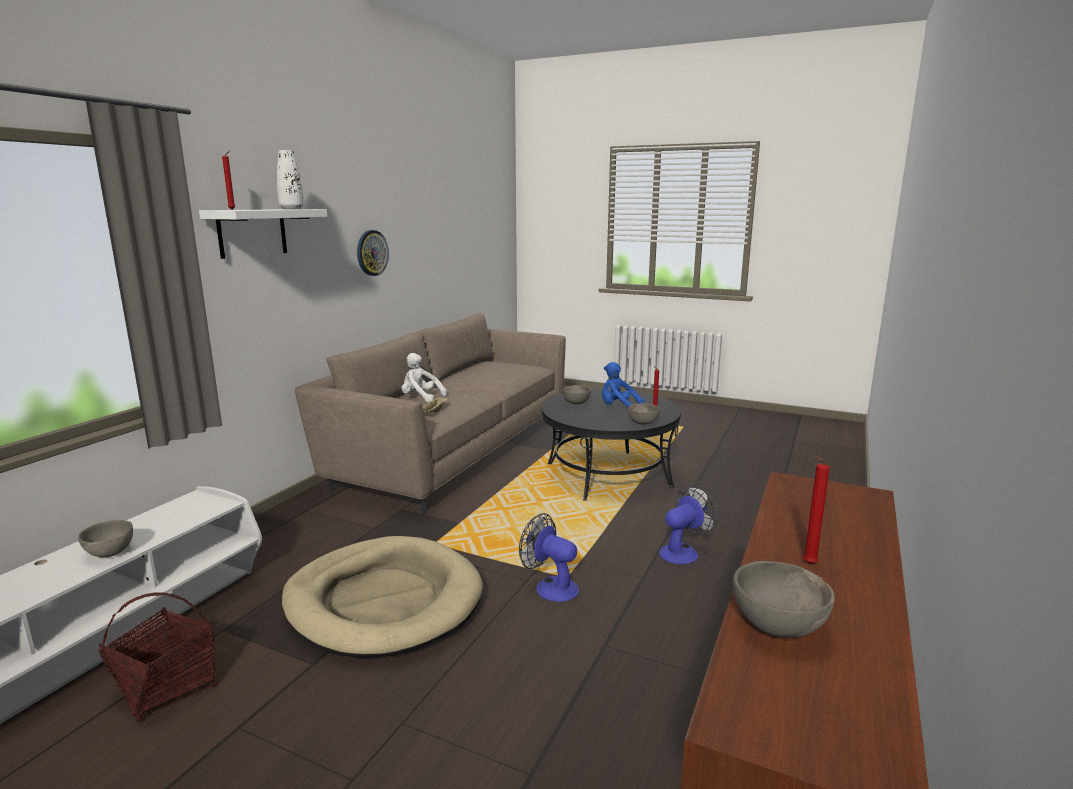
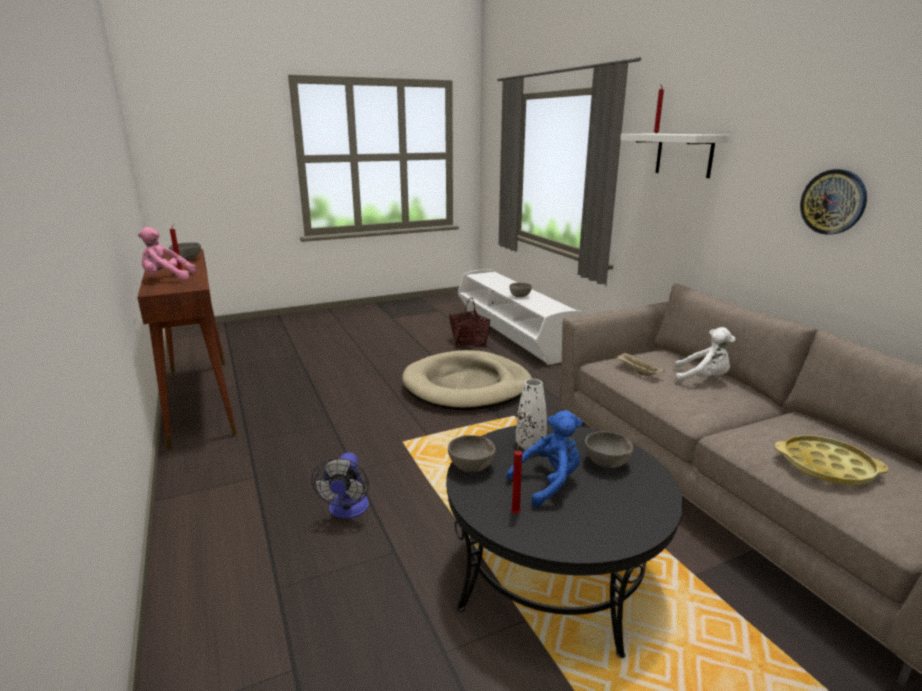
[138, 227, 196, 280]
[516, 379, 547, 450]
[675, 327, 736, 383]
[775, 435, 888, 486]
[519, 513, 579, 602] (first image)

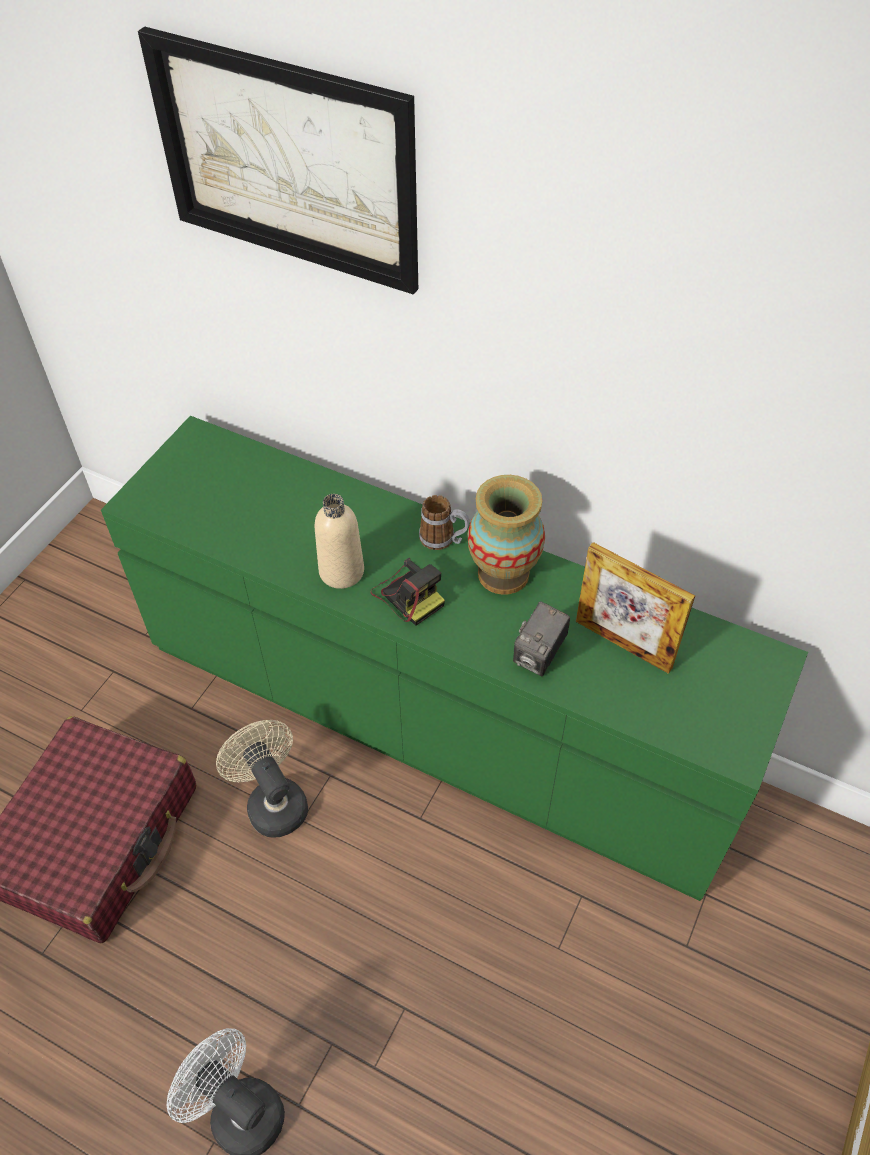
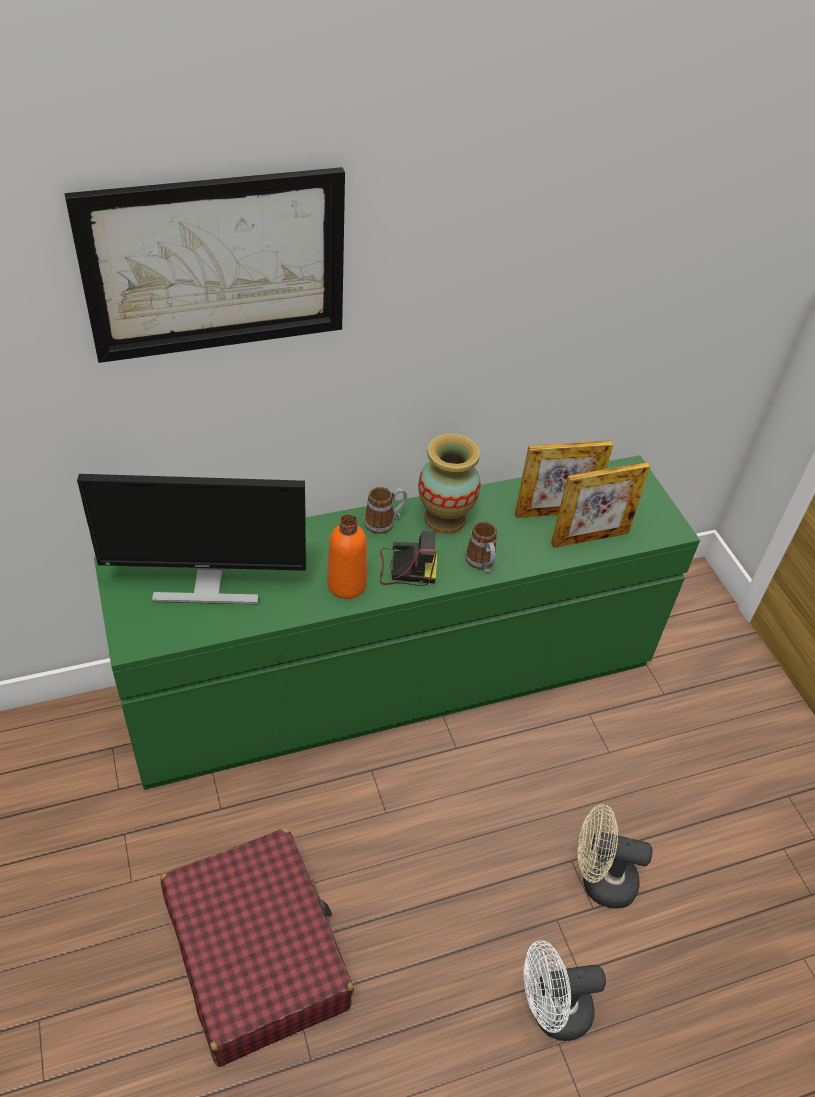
[77, 474, 306, 604]
[327, 514, 367, 599]
[465, 522, 497, 573]
[551, 462, 651, 548]
[578, 804, 653, 909]
[513, 601, 570, 676] (first image)

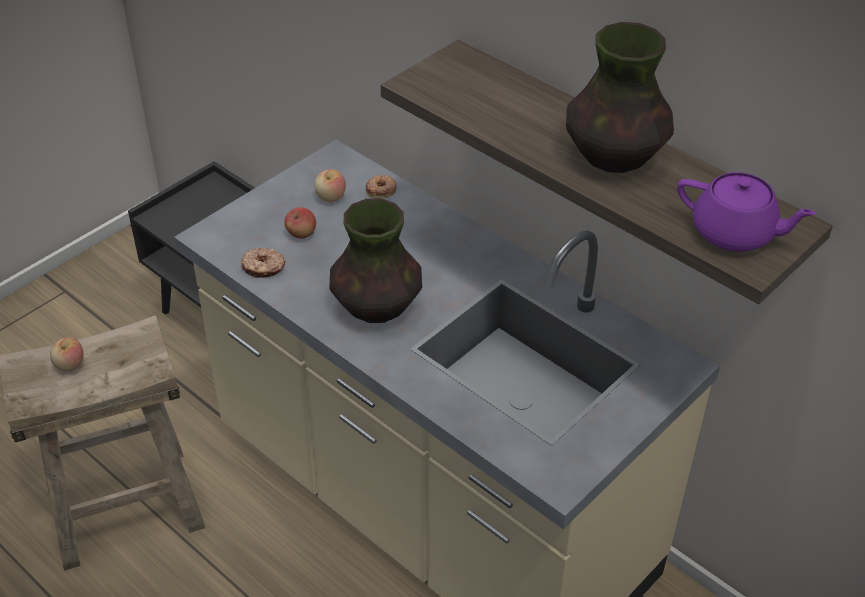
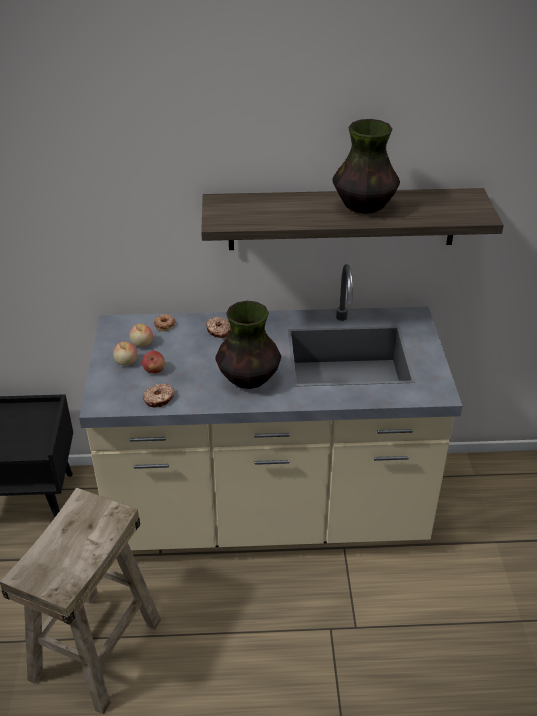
[113, 342, 138, 366]
[206, 317, 231, 338]
[677, 172, 817, 252] (first image)

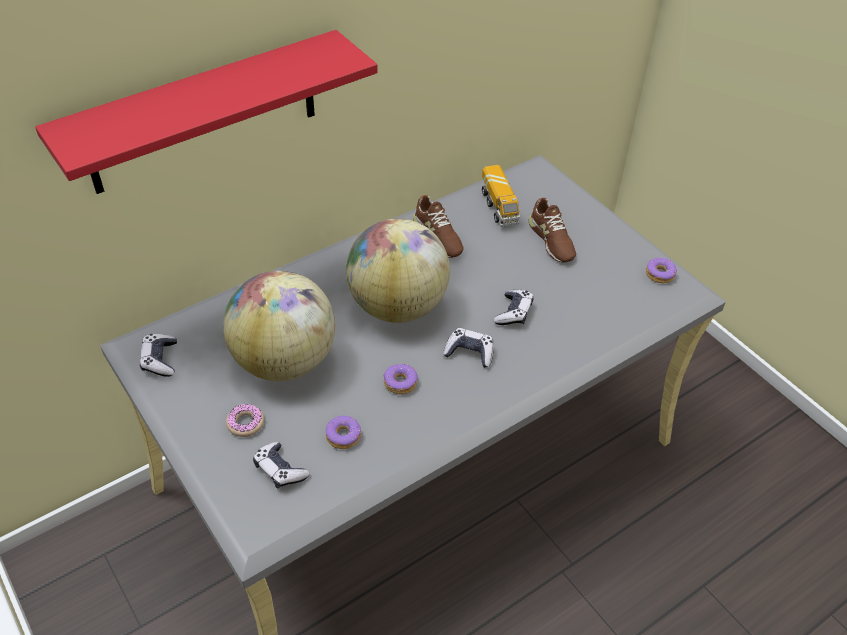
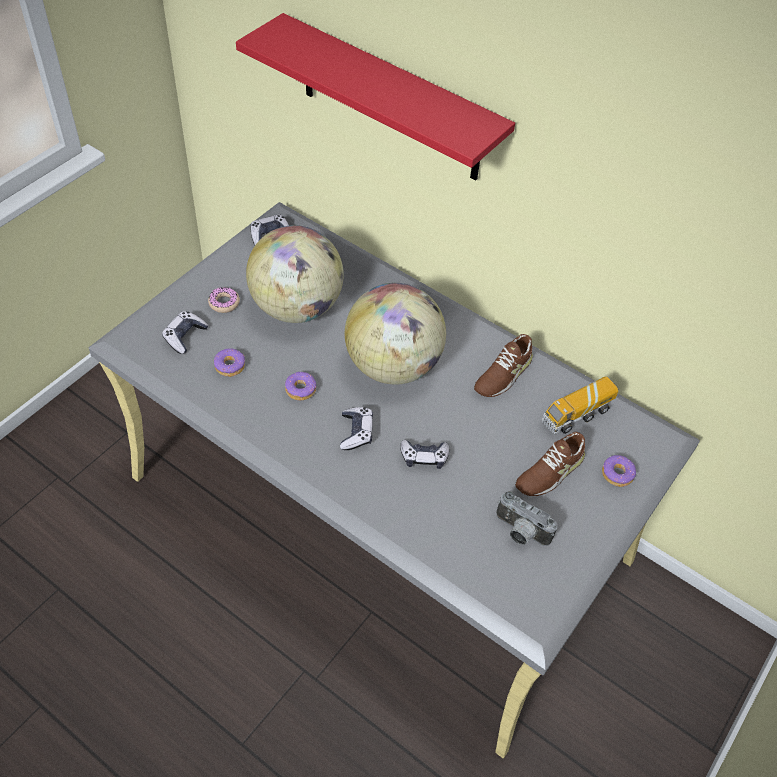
[496, 491, 557, 546]
[602, 455, 636, 487]

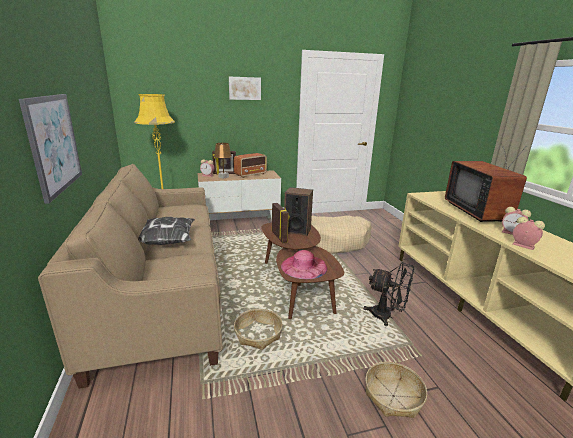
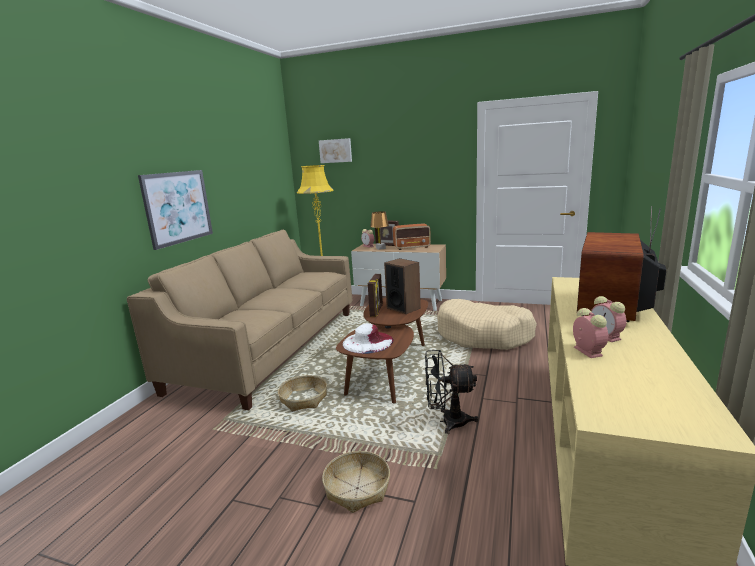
[319, 138, 352, 163]
[343, 323, 394, 354]
[425, 350, 478, 434]
[138, 217, 195, 245] (first image)

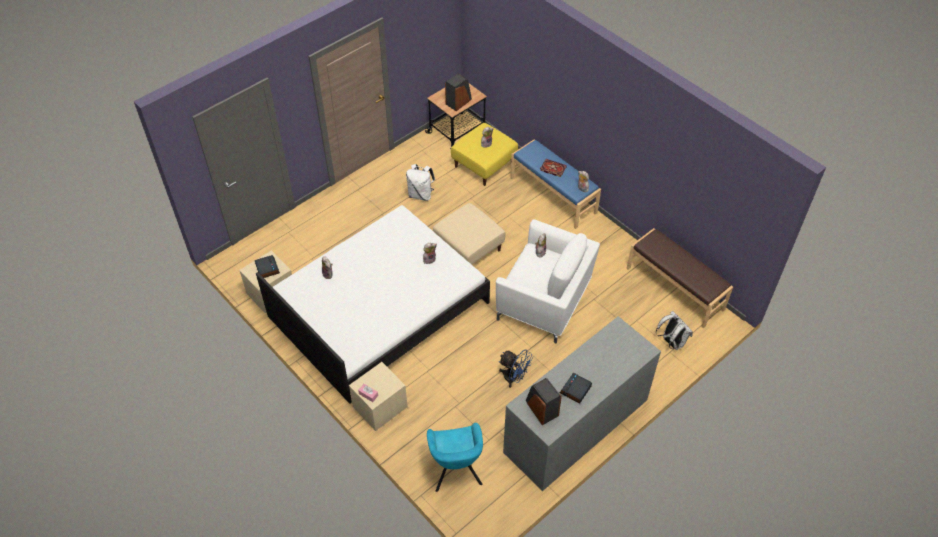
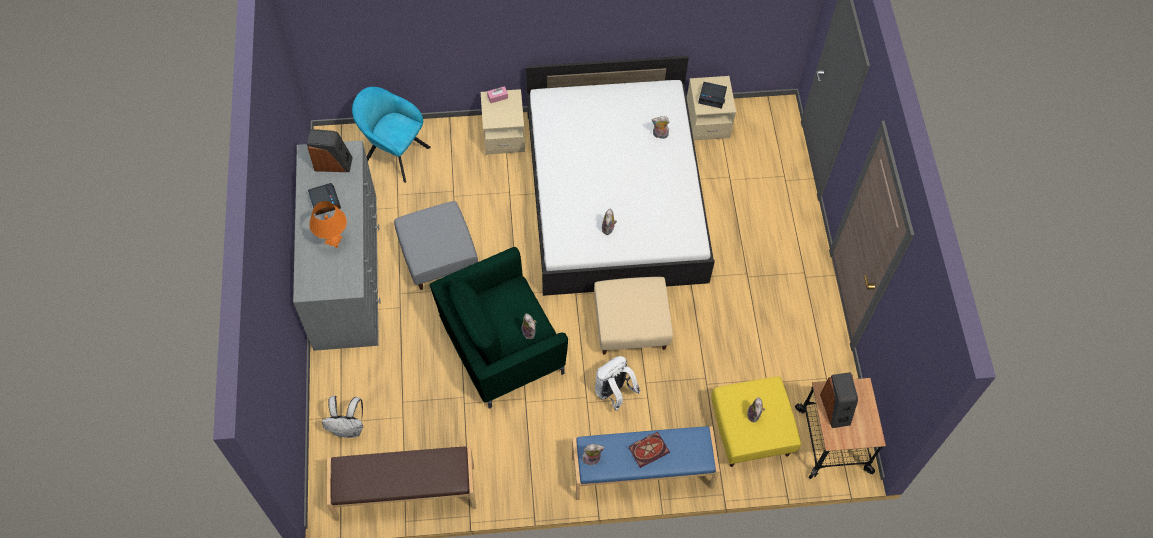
[309, 201, 347, 248]
[394, 201, 478, 290]
[430, 247, 568, 409]
[595, 356, 640, 411]

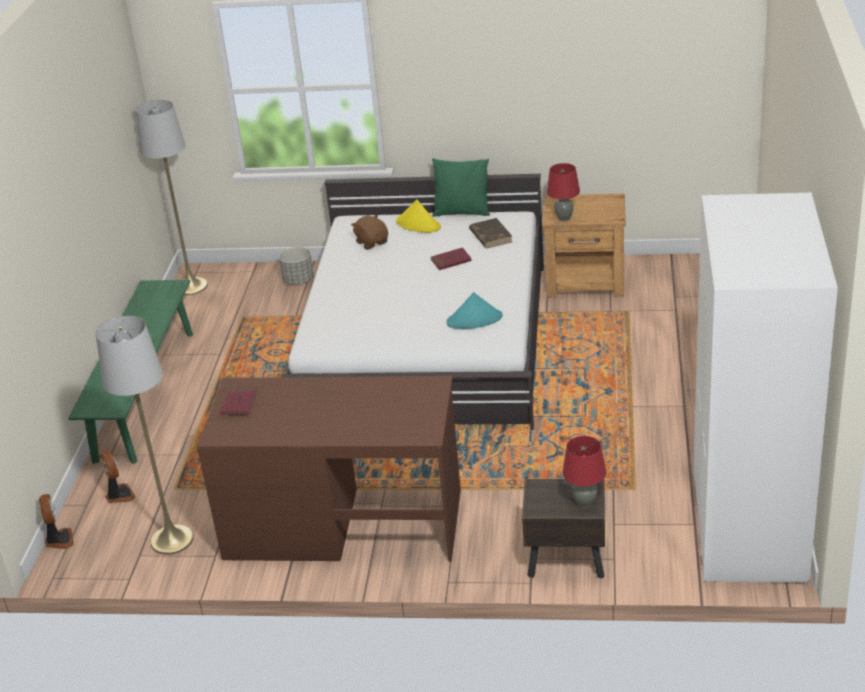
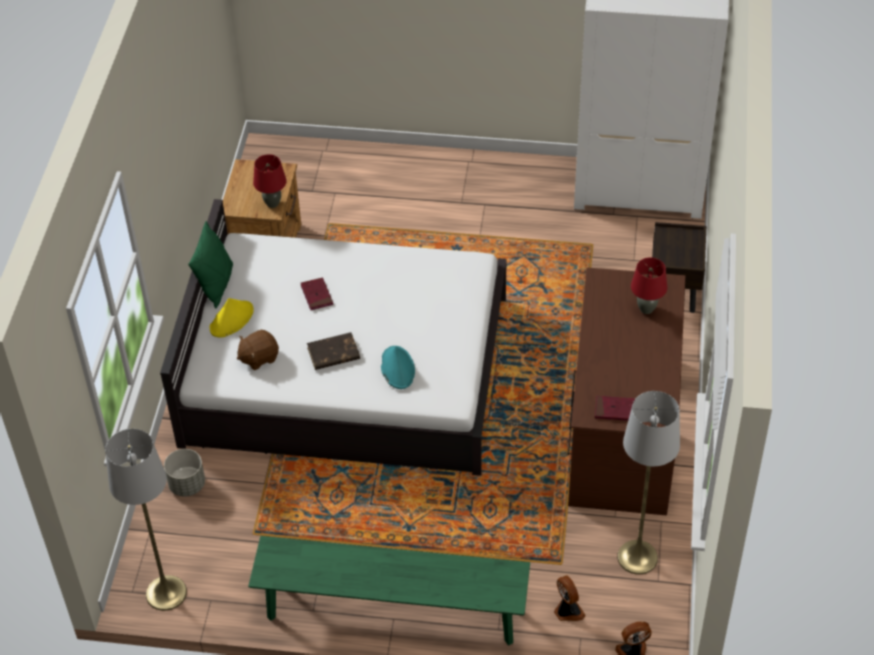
[307, 332, 360, 370]
[381, 346, 415, 389]
[554, 575, 586, 621]
[631, 257, 667, 314]

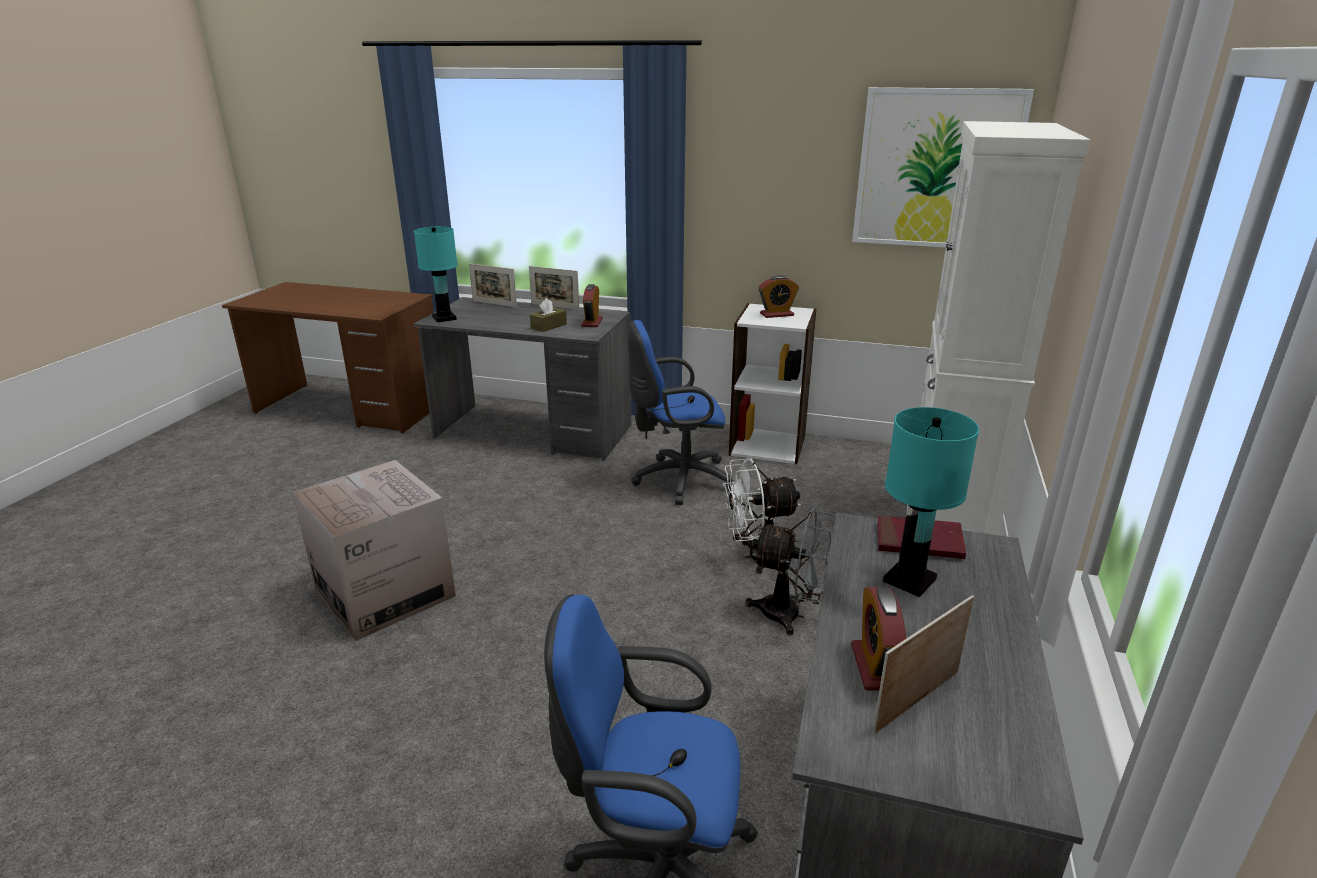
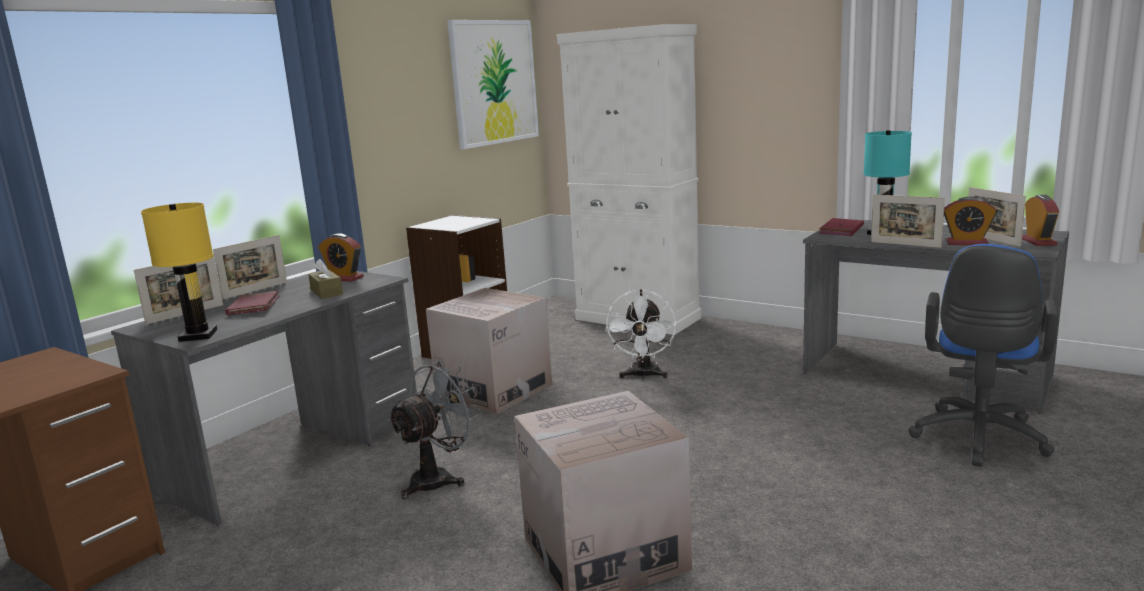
[141, 203, 217, 342]
[225, 291, 280, 315]
[387, 360, 483, 499]
[426, 288, 552, 414]
[871, 194, 945, 248]
[1022, 195, 1059, 246]

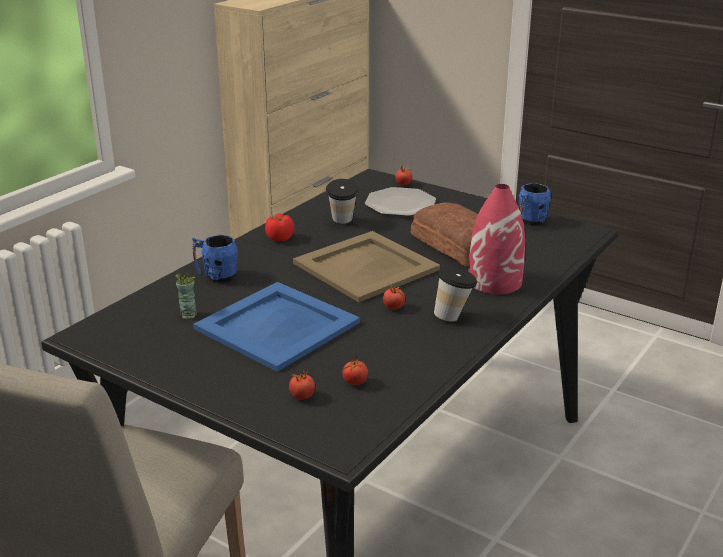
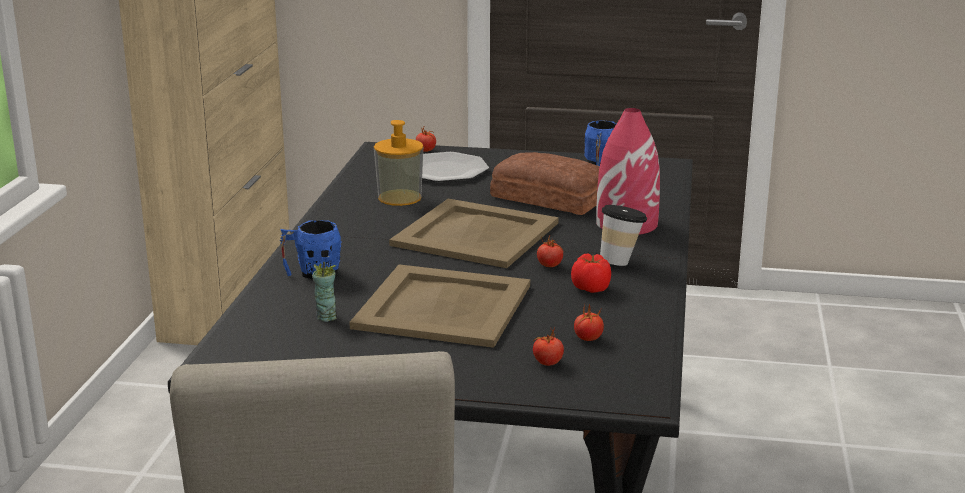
[349, 264, 530, 348]
[374, 120, 423, 206]
[571, 254, 611, 293]

